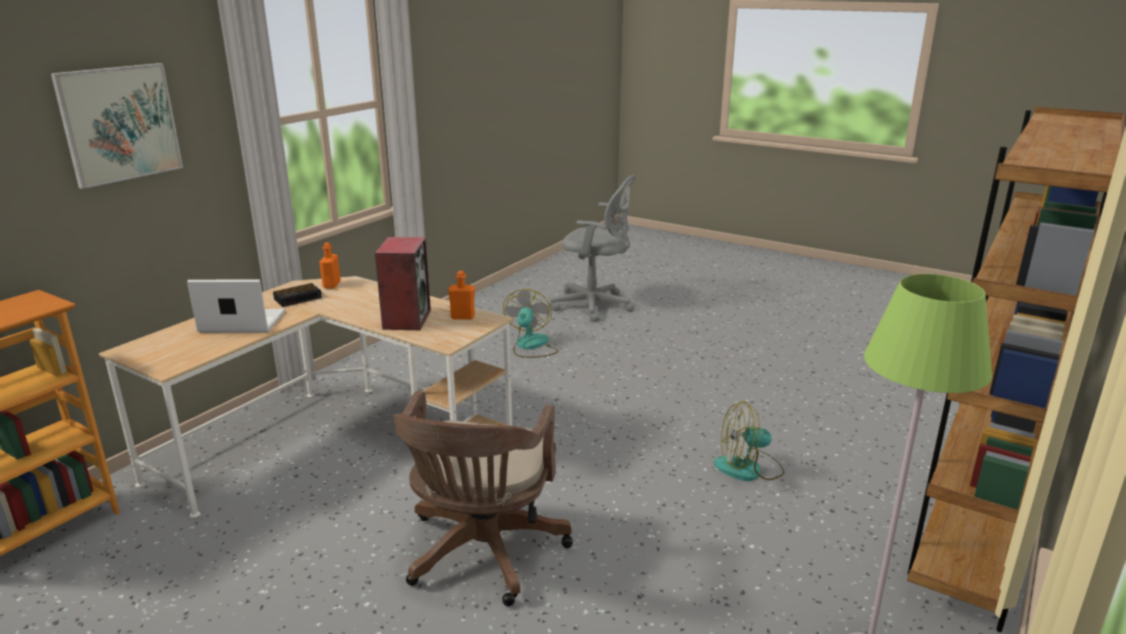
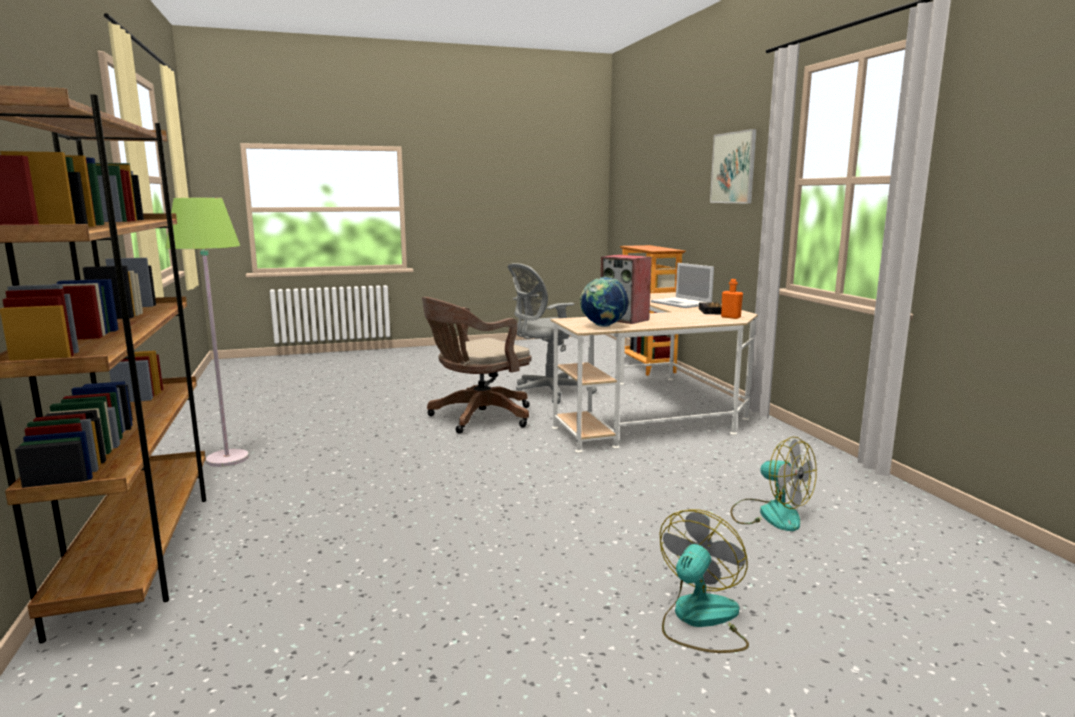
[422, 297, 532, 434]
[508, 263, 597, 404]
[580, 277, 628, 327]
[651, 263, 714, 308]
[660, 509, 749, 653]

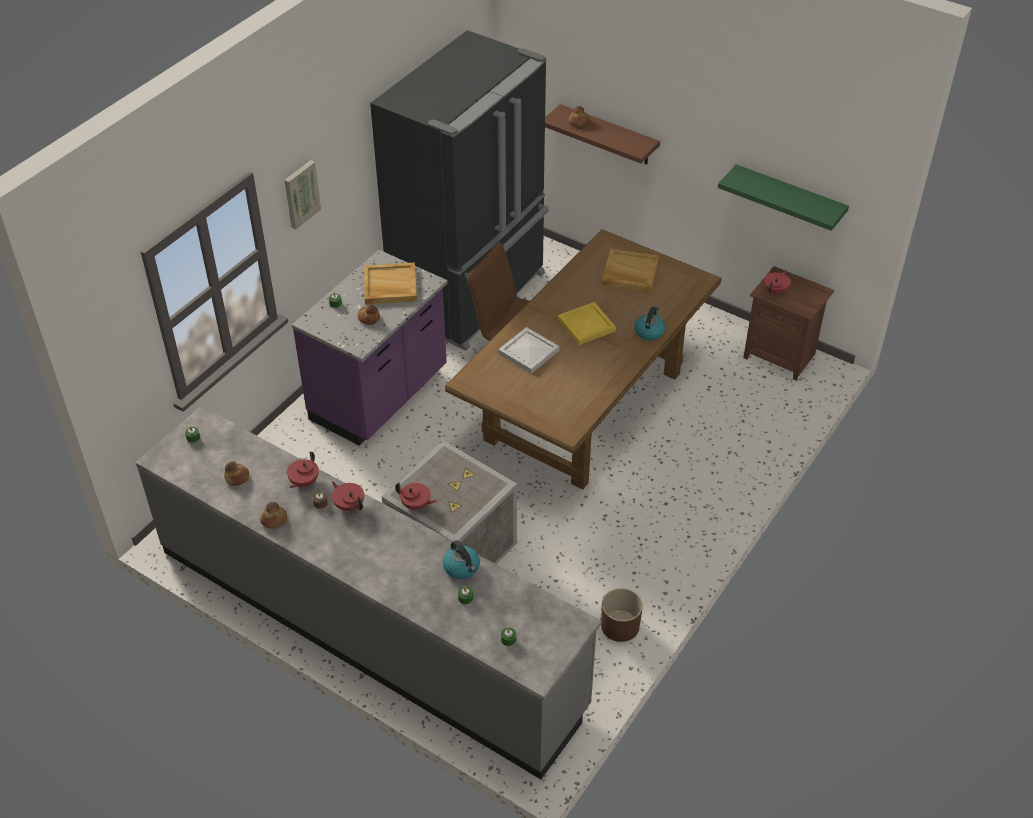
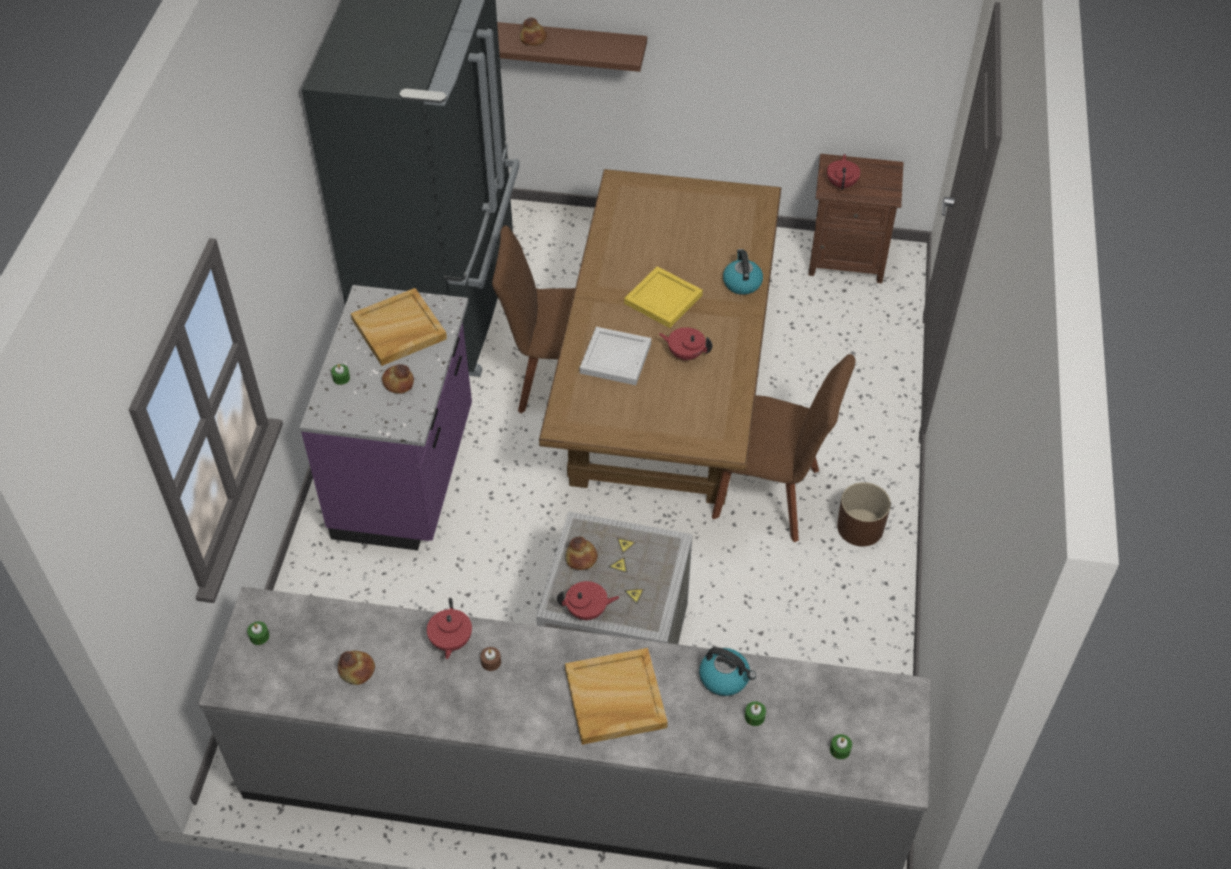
[565, 537, 598, 570]
[565, 648, 668, 745]
[659, 327, 712, 361]
[712, 354, 855, 543]
[837, 482, 891, 546]
[285, 160, 321, 229] (first image)
[718, 164, 849, 231] (first image)

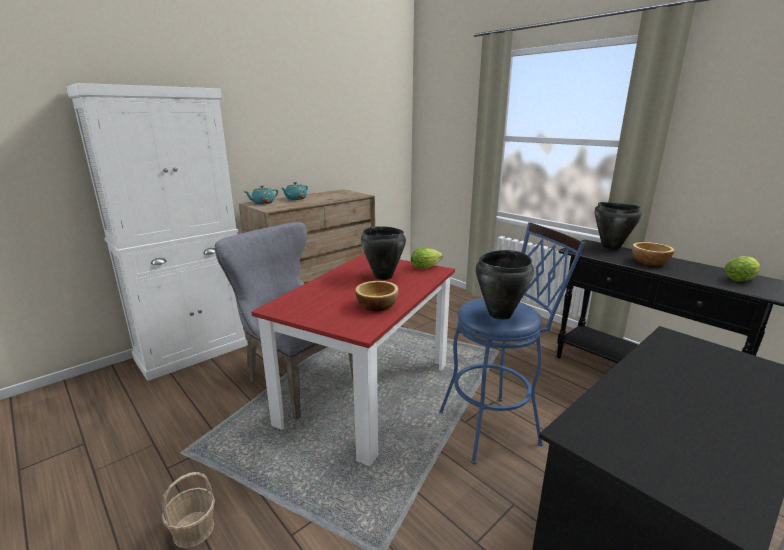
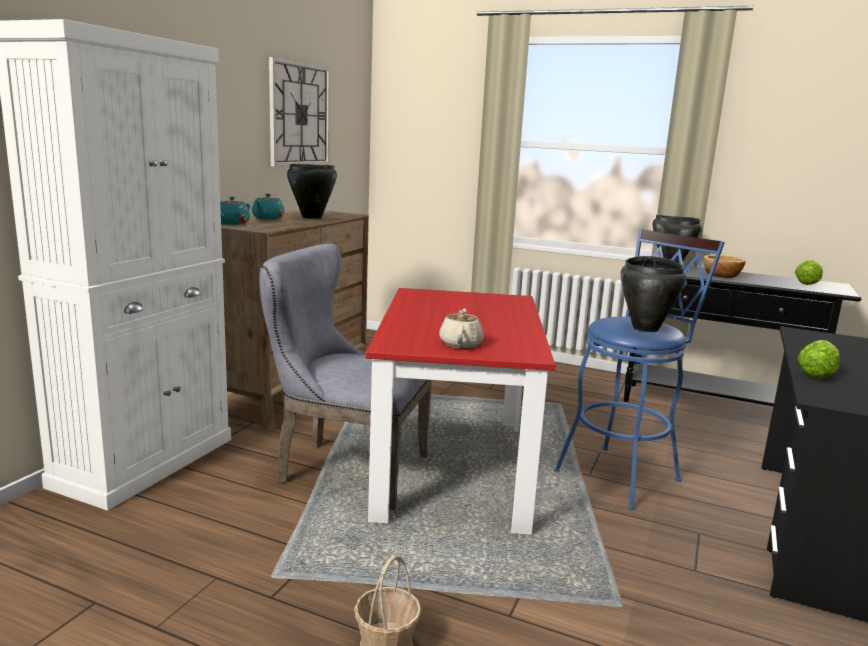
[269, 57, 330, 166]
[287, 164, 337, 219]
[439, 309, 484, 349]
[797, 340, 840, 378]
[355, 281, 398, 312] (first image)

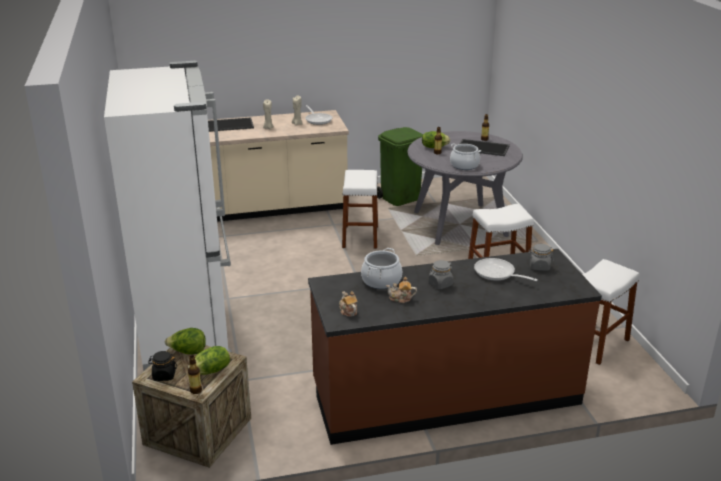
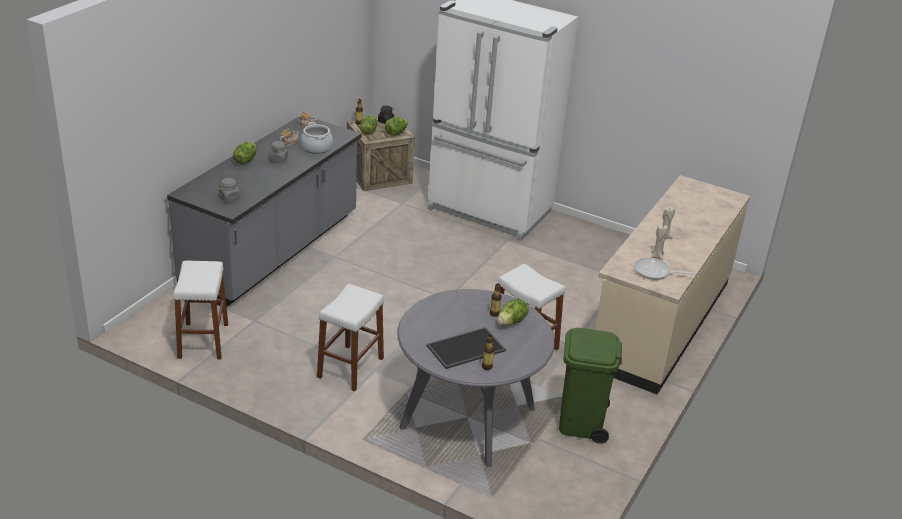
[167, 115, 362, 307]
[233, 142, 256, 164]
[208, 118, 254, 132] (first image)
[450, 144, 481, 170] (first image)
[474, 258, 538, 281] (first image)

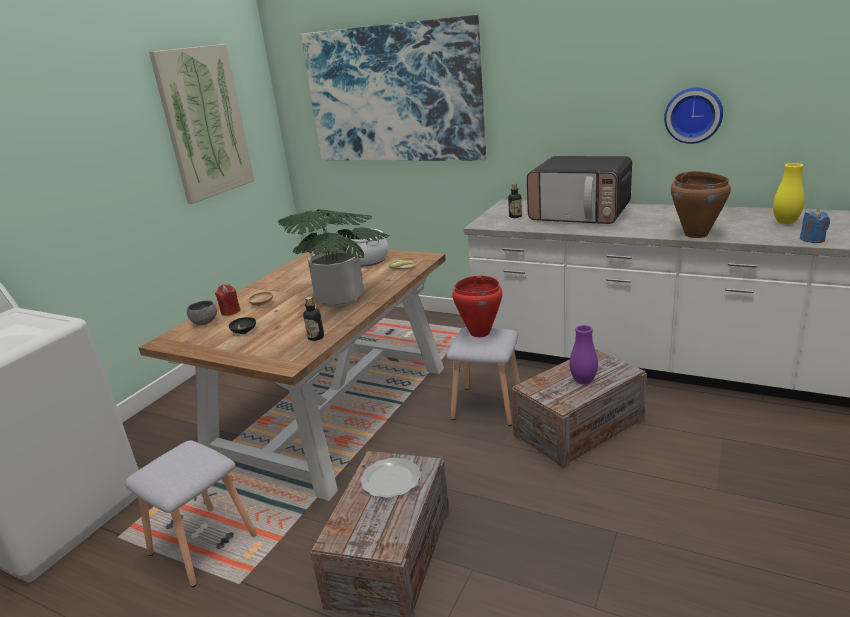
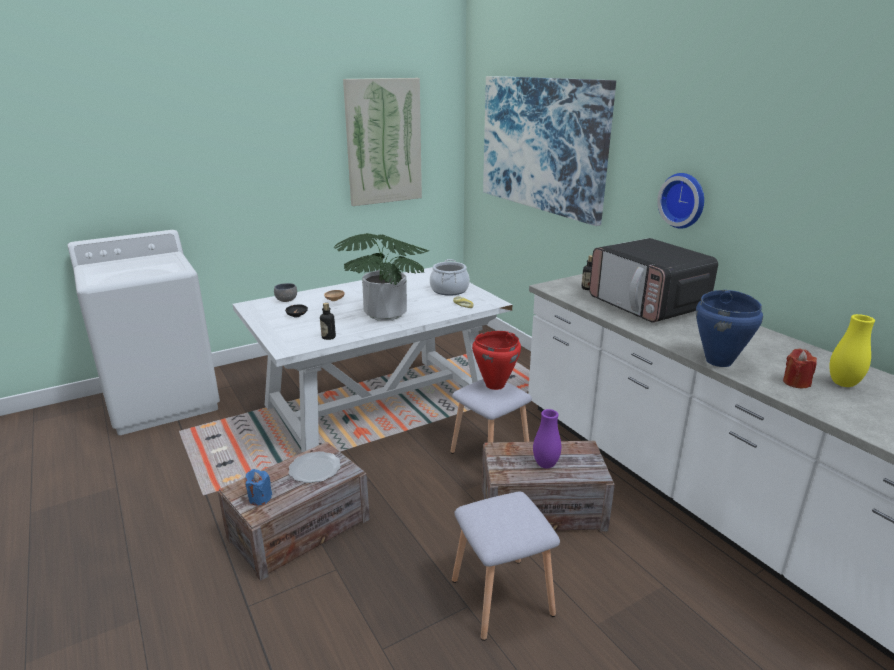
[232, 267, 513, 453]
[246, 469, 272, 506]
[452, 492, 560, 641]
[657, 173, 704, 229]
[696, 290, 763, 367]
[783, 349, 817, 388]

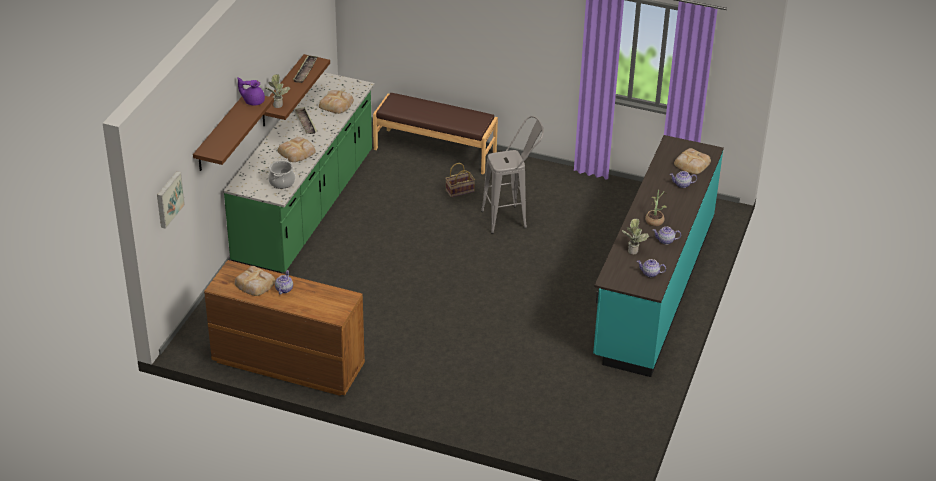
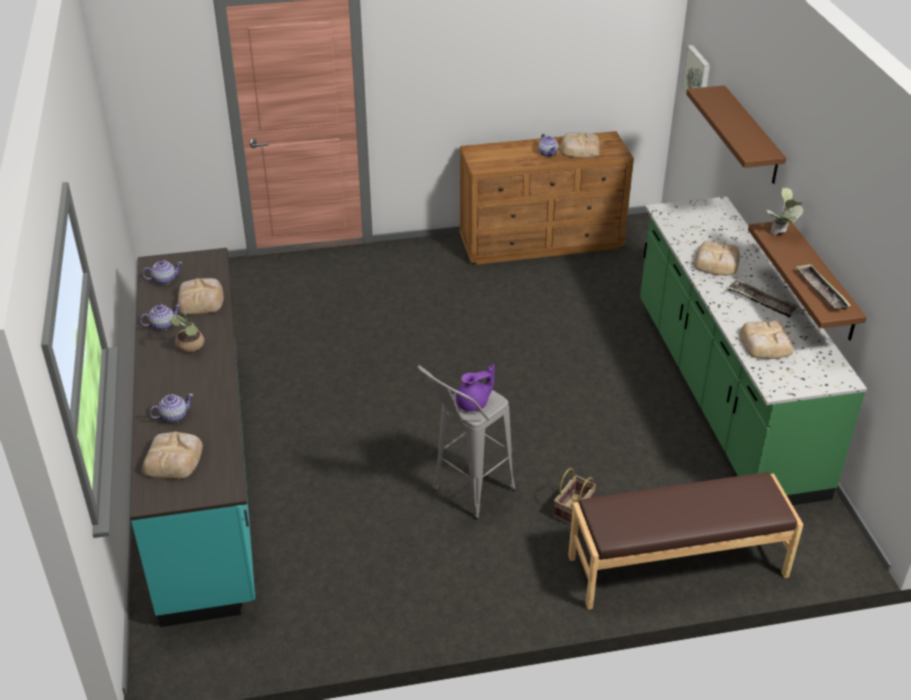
[178, 278, 224, 315]
[456, 364, 494, 411]
[268, 158, 295, 189] (first image)

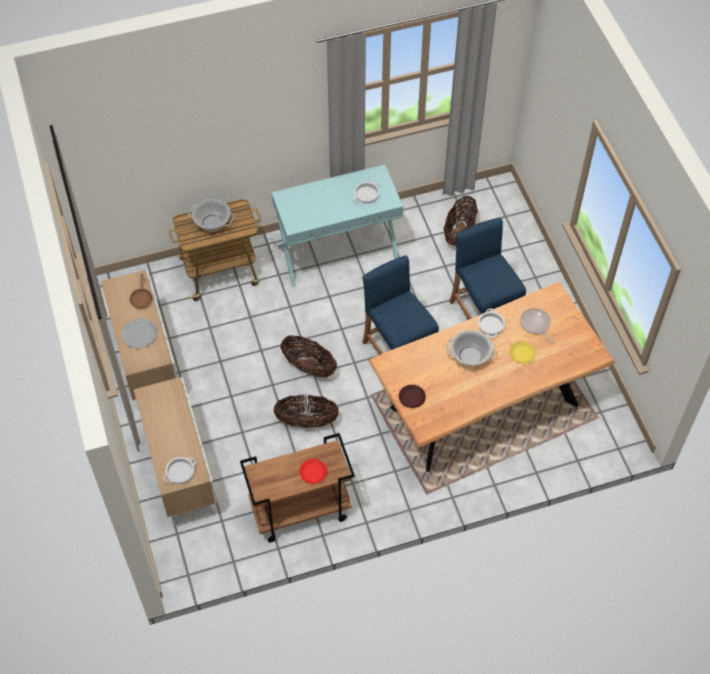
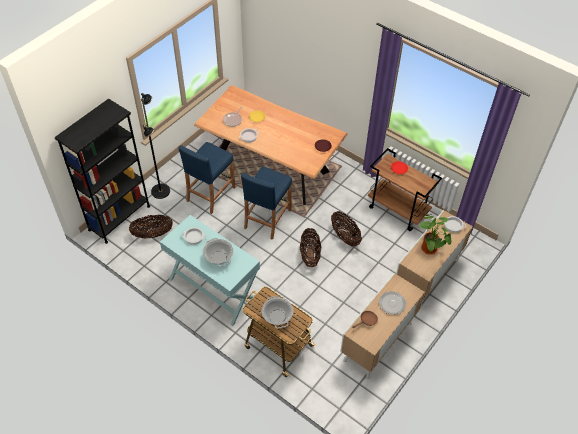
[55, 99, 150, 244]
[141, 93, 170, 199]
[203, 238, 233, 267]
[419, 214, 452, 255]

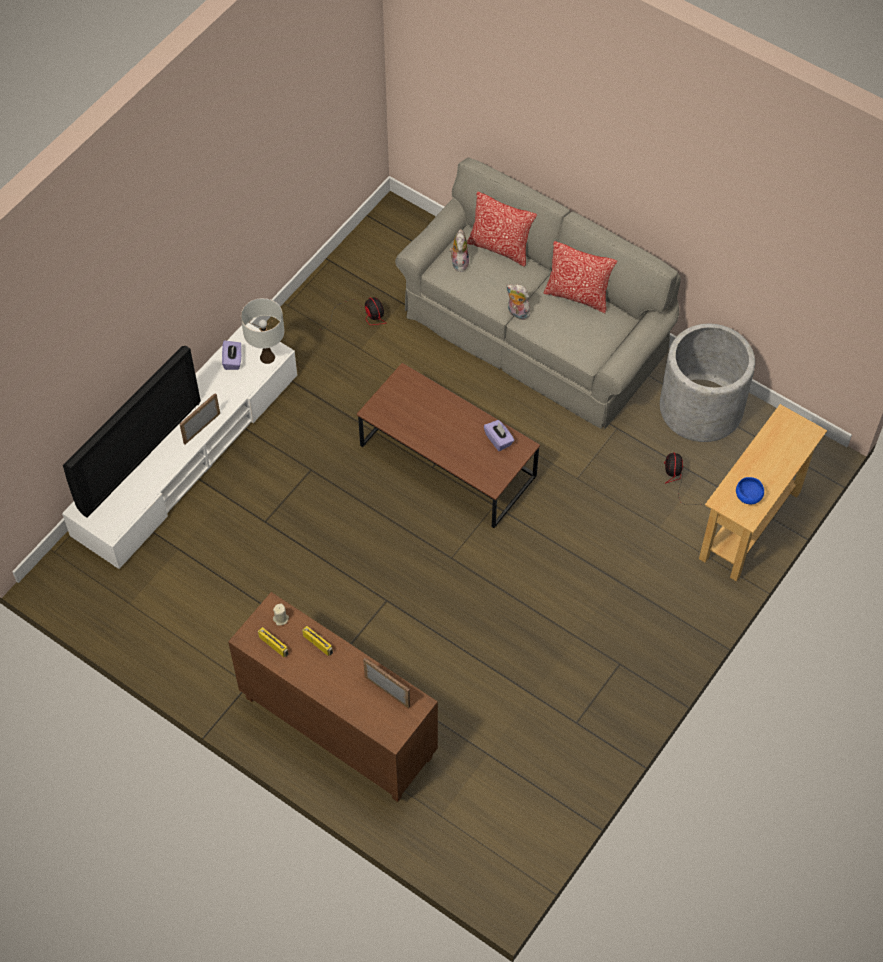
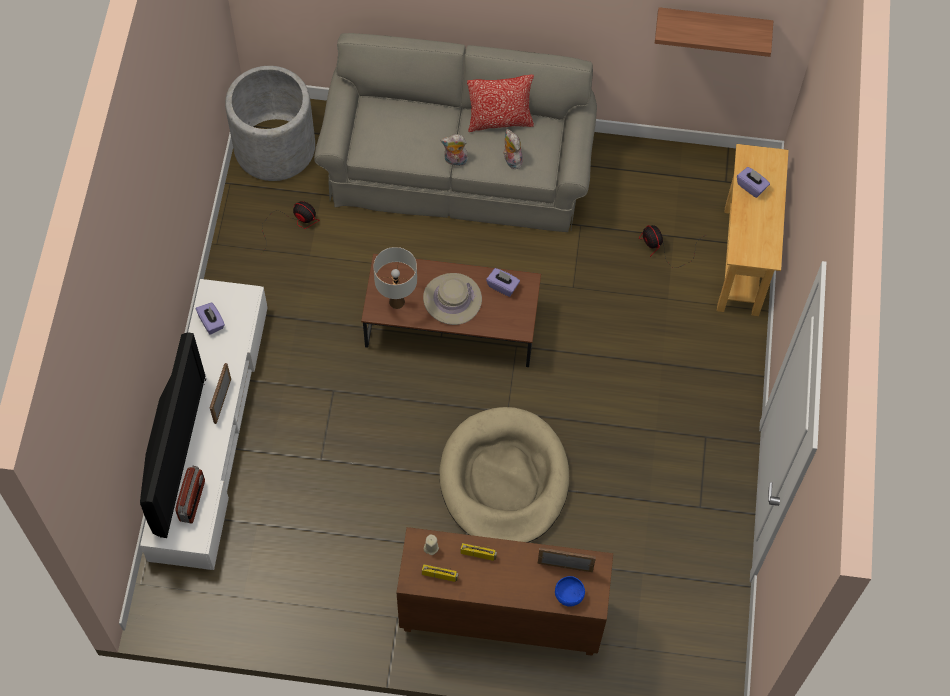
[176, 466, 205, 523]
[225, 66, 315, 181]
[373, 247, 417, 309]
[423, 273, 482, 325]
[440, 407, 569, 543]
[503, 129, 524, 169]
[555, 576, 585, 607]
[655, 7, 773, 57]
[737, 167, 770, 198]
[467, 192, 537, 267] (first image)

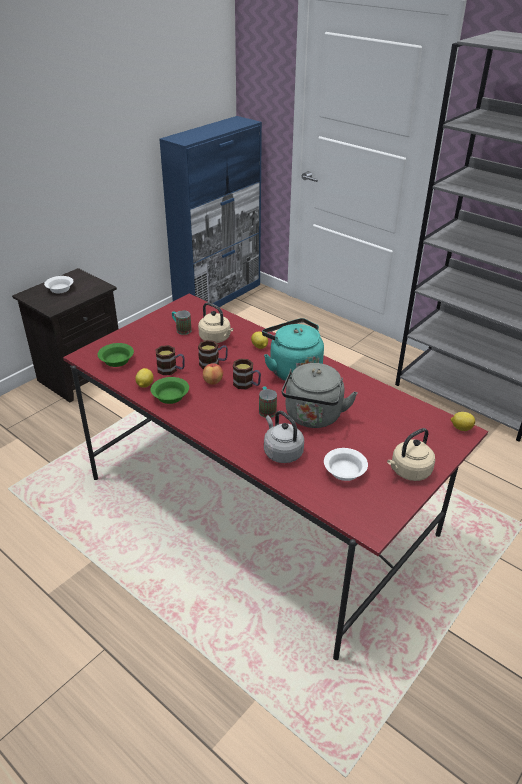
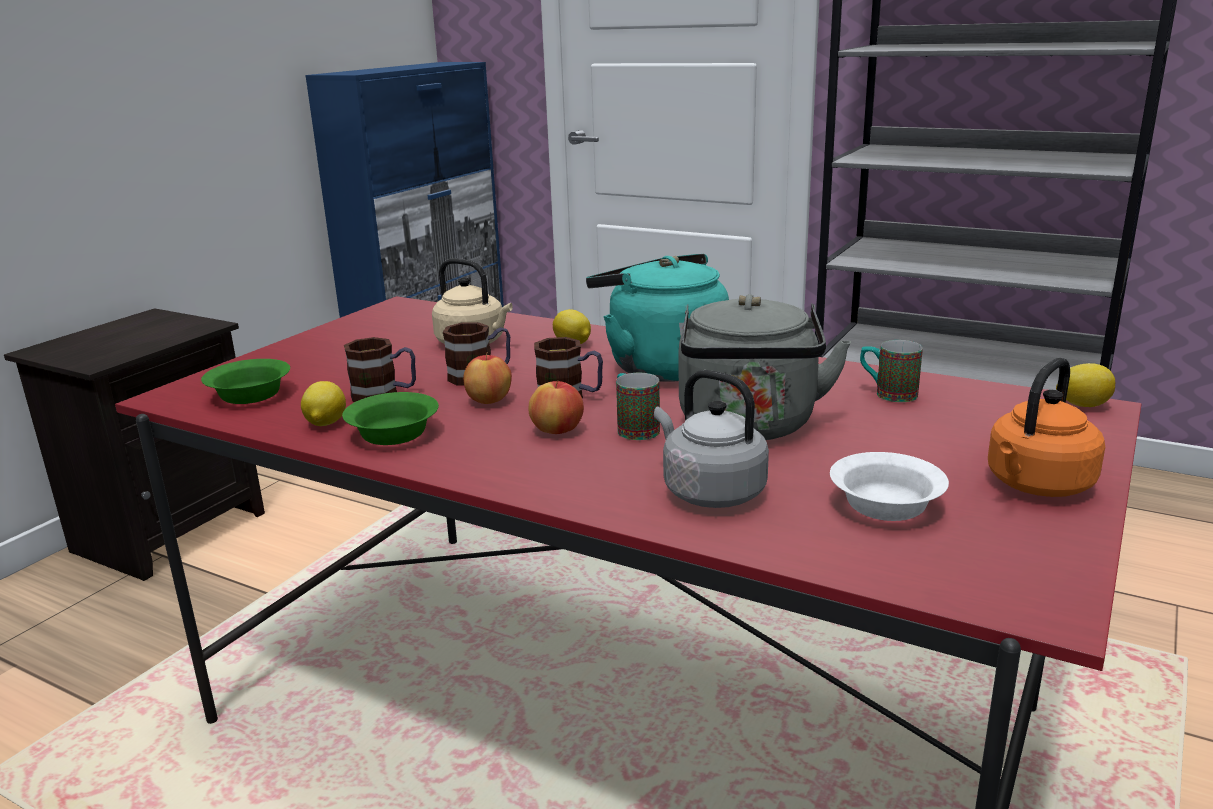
[529, 380, 584, 434]
[860, 340, 923, 402]
[988, 358, 1105, 497]
[44, 276, 74, 293] (first image)

